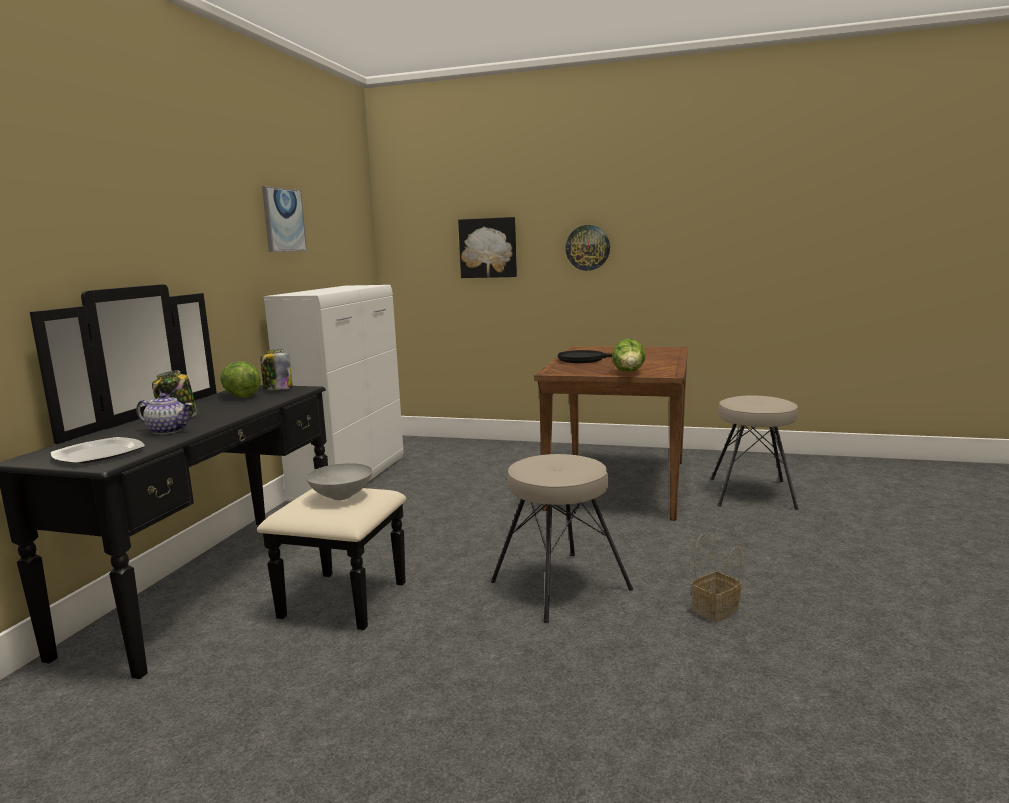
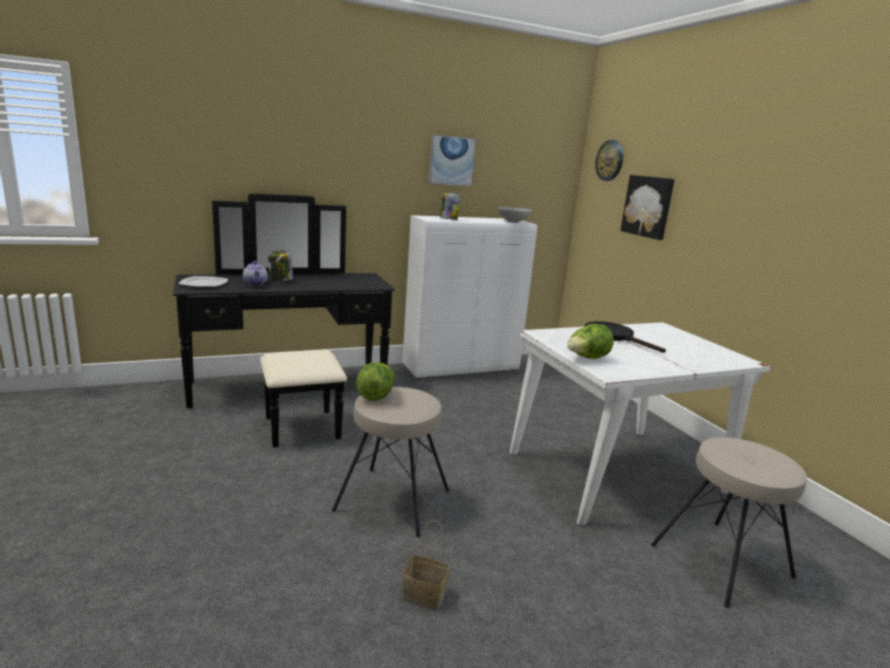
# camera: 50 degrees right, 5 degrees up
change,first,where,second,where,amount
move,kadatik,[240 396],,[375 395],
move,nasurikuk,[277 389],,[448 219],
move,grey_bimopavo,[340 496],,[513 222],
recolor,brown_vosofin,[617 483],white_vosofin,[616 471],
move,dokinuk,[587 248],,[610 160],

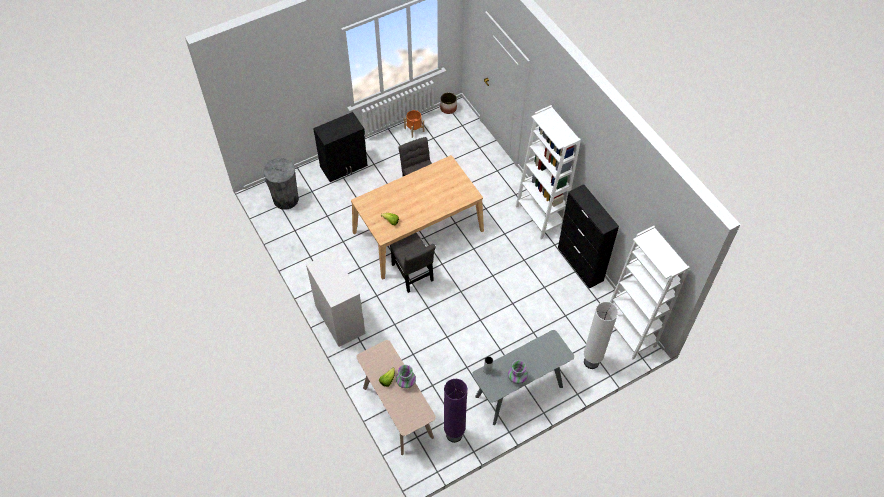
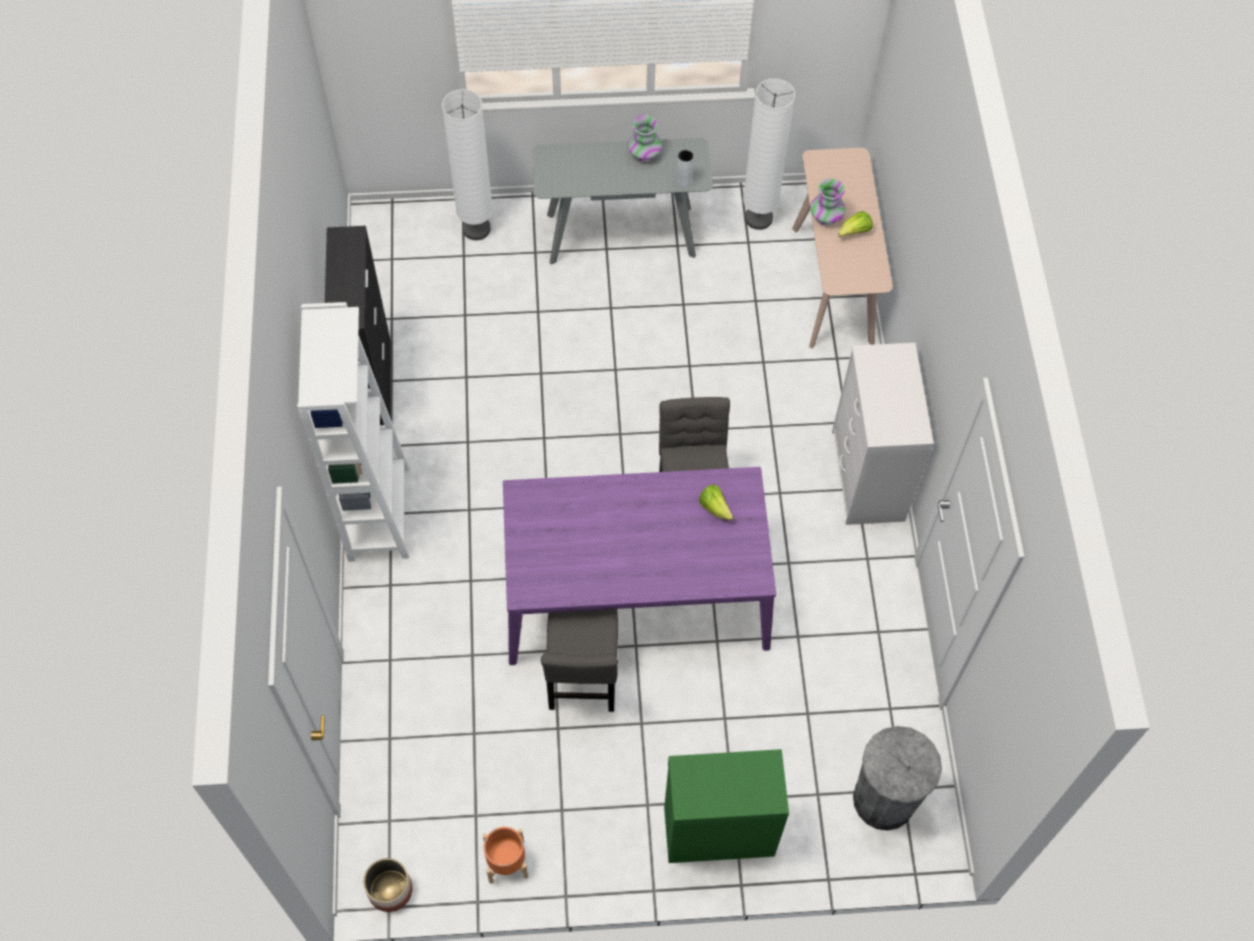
# camera: 155 degrees left, 5 degrees up
change,first,where,second,where,amount
recolor,beige_vosofin,[418 231],purple_vosofin,[635 590],
recolor,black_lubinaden,[344 166],green_lubinaden,[717 829],
recolor,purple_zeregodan,[454 435],white_zeregodan,[758 218],
delete,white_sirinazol,[629 333],,,

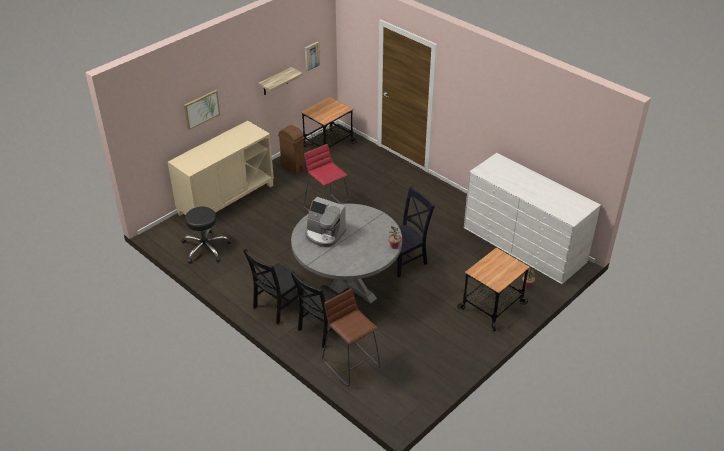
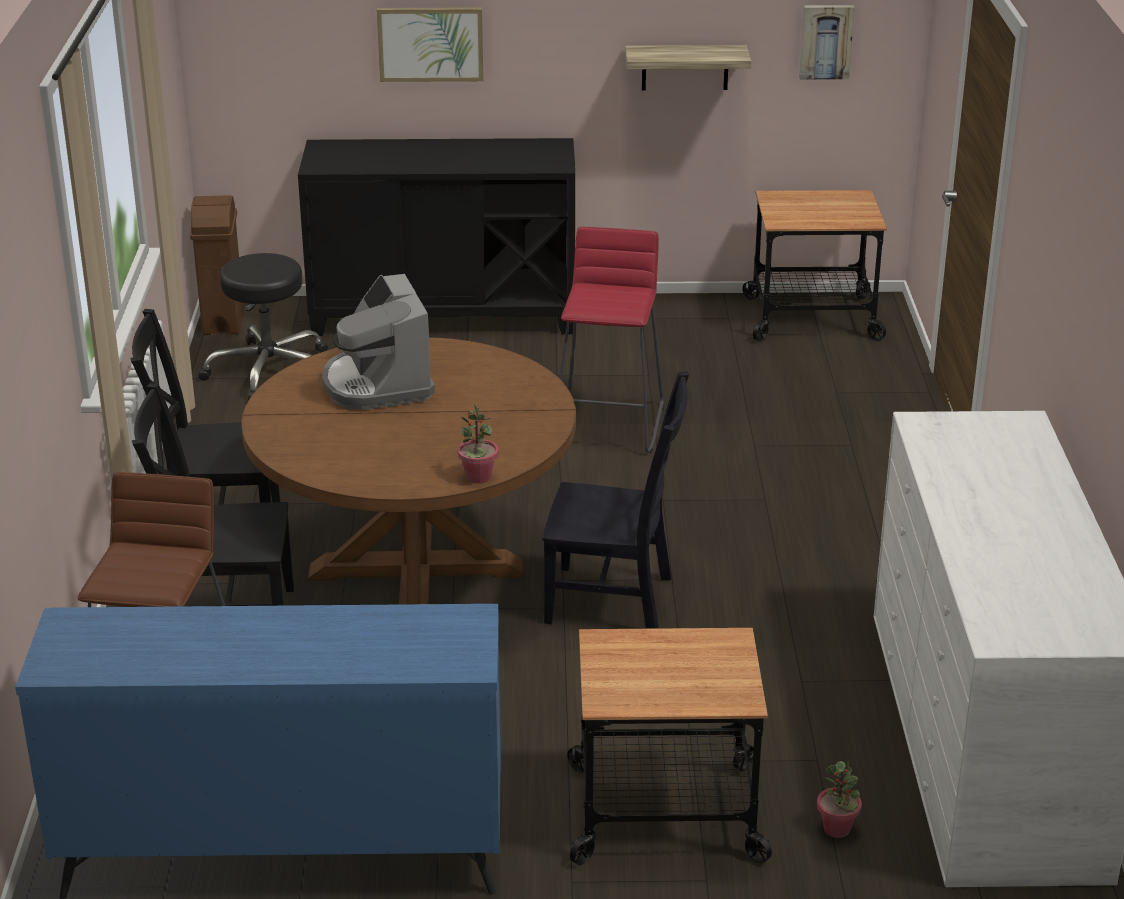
# camera: 45 degrees right, 10 degrees down
change,first,where,second,where,amount
insert,,,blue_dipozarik,[282 855],
move,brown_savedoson,[293 167],,[223 322],
recolor,grey_vosofin,[347 284],brown_vosofin,[416 571],
recolor,beige_lubinaden,[226 199],black_lubinaden,[444 315],

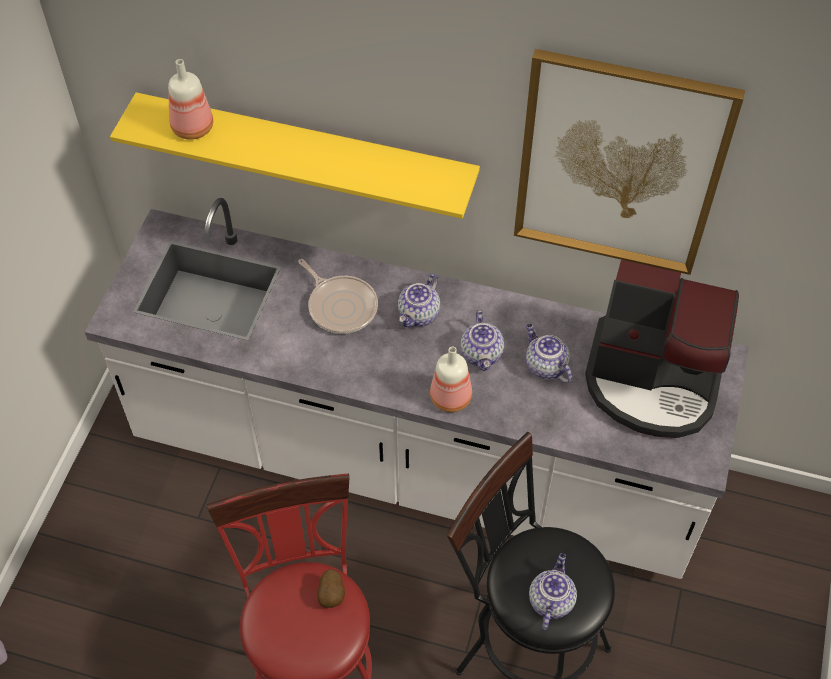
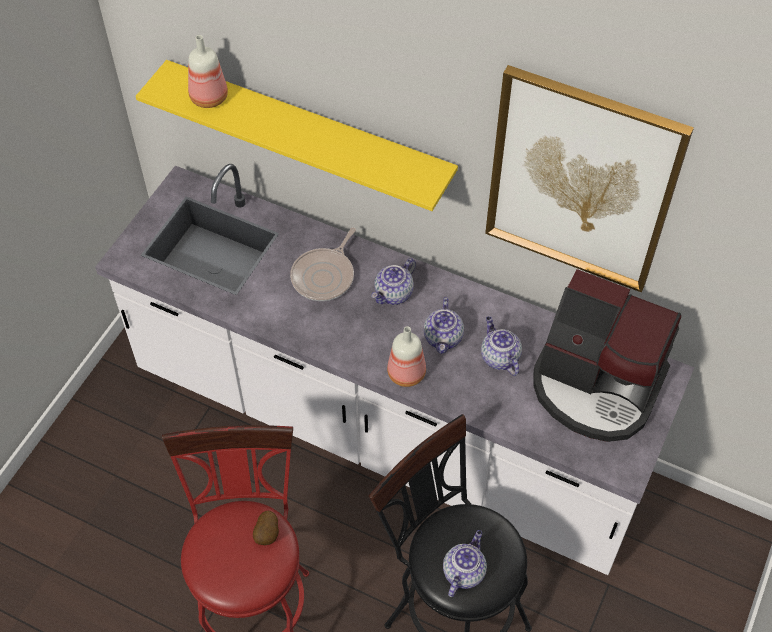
# camera: 10 degrees right, 0 degrees up
change,first,where,second,where,amount
rotate,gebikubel,[341 306],,[325 276],60 degrees clockwise

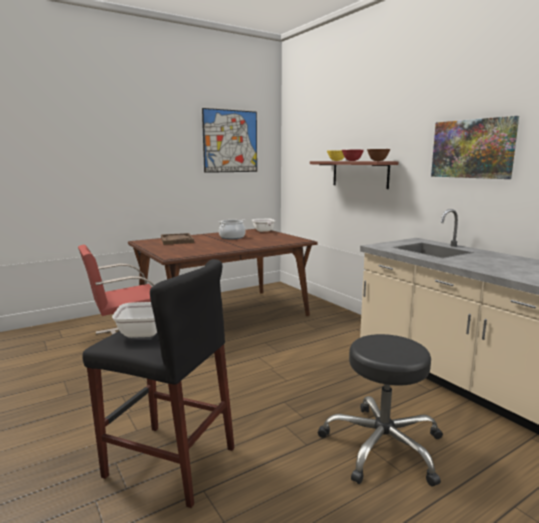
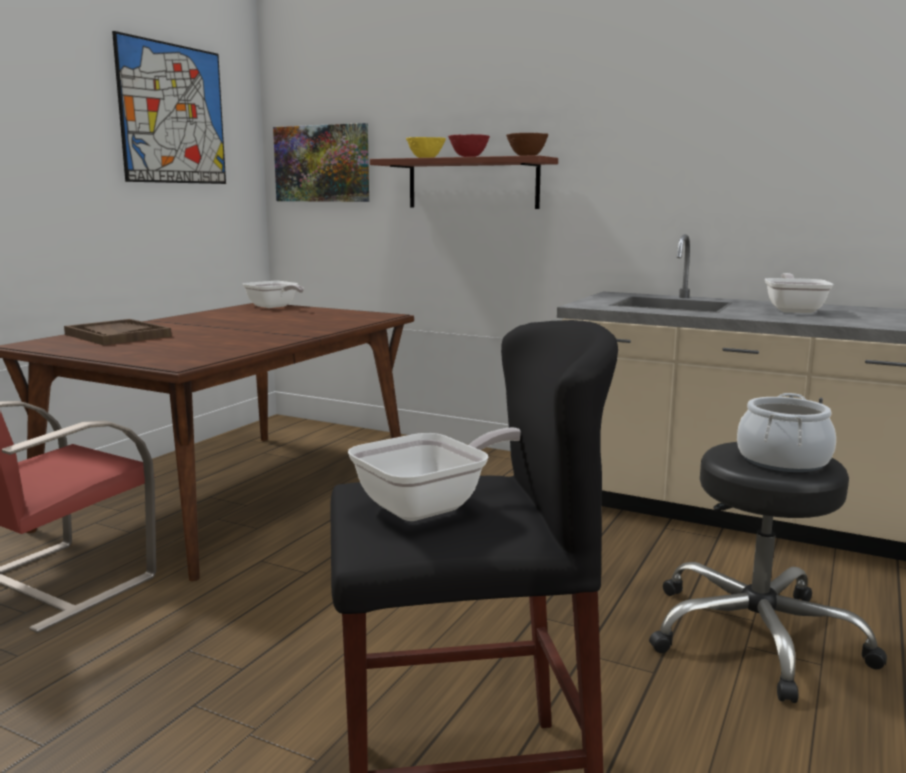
# camera: 30 degrees left, 0 degrees up
change,first,where,second,where,amount
move,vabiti,[472 149],,[322 163],
move,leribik,[232 237],,[782 461],
insert,,,gebikubel,[794 310],

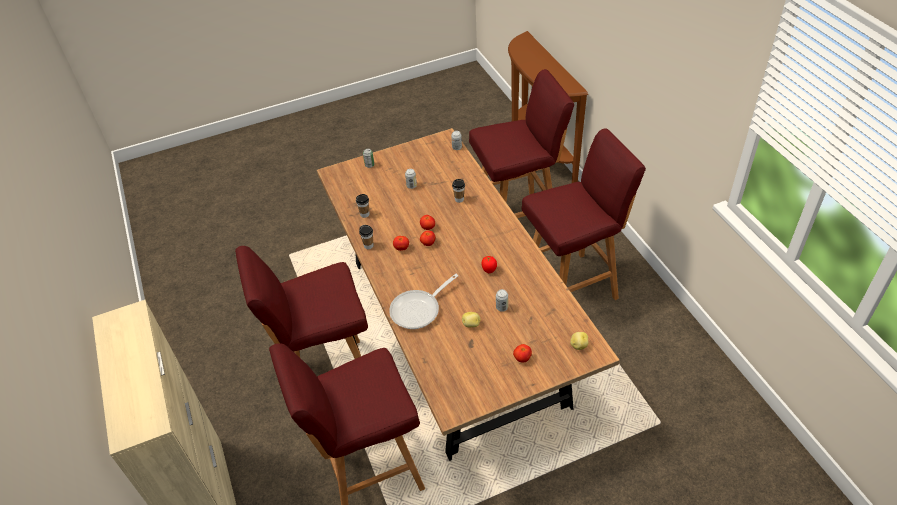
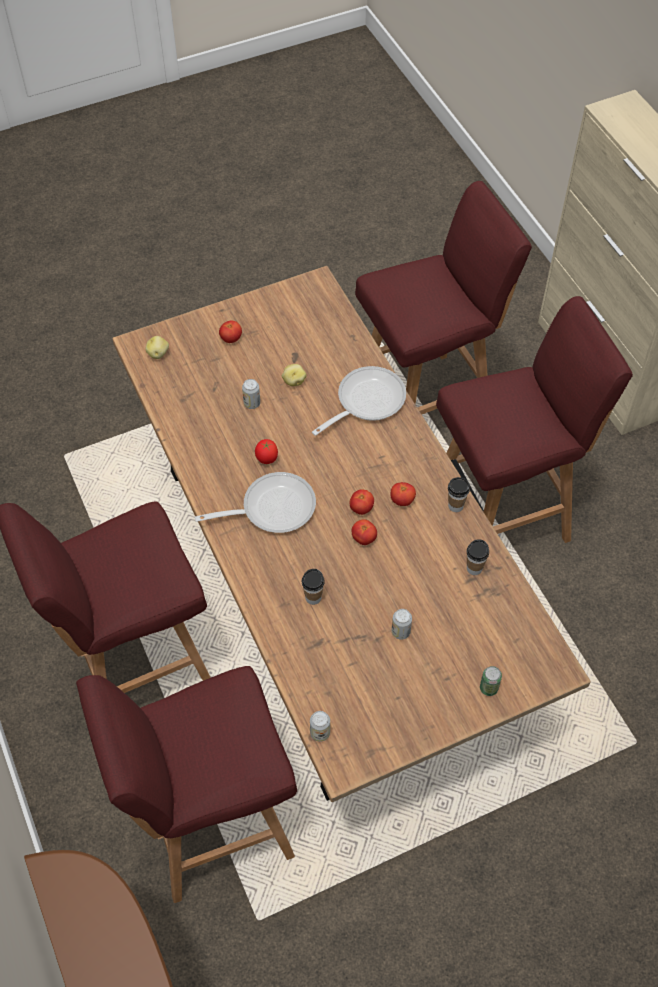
# camera: 175 degrees right, 10 degrees up
change,first,where,second,where,amount
insert,,,gebikubel,[272 508],

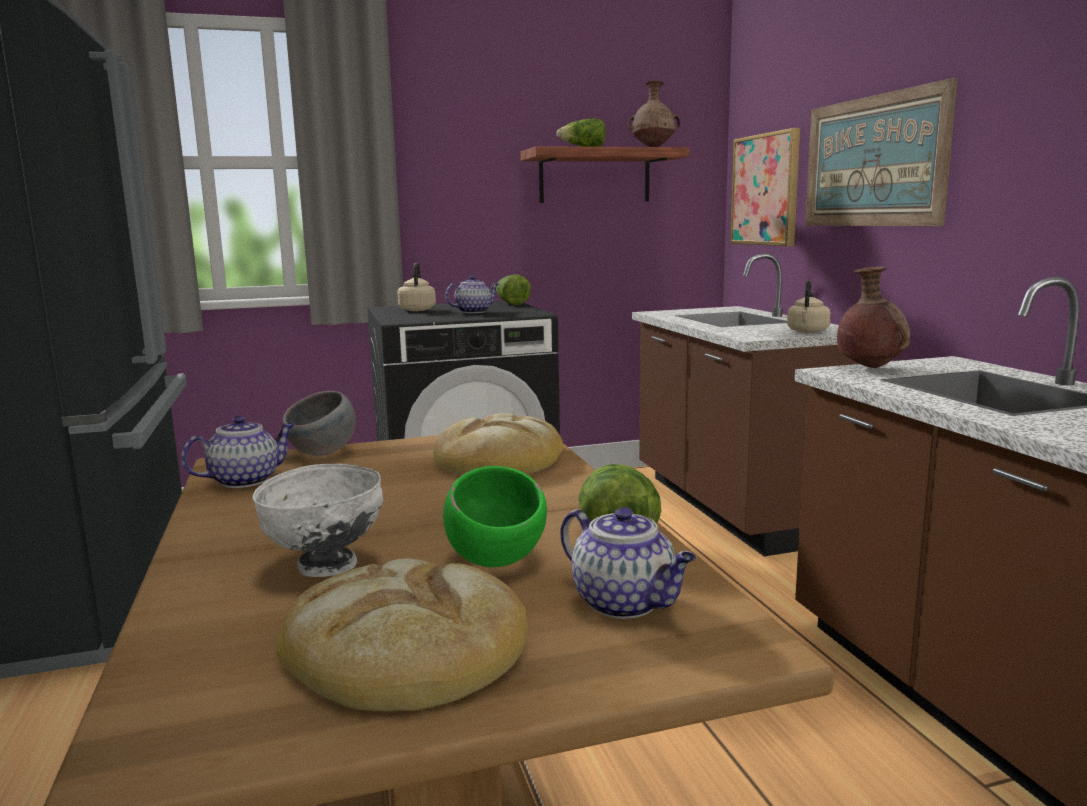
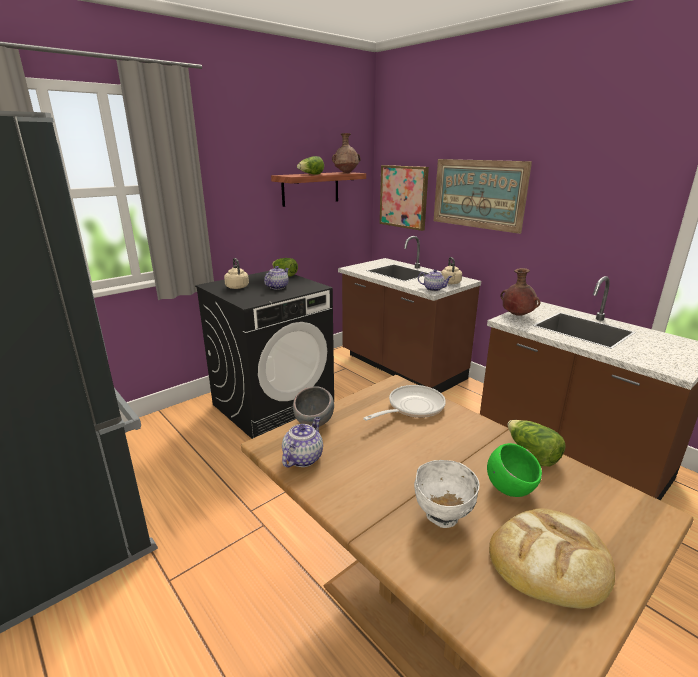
# camera: 25 degrees left, 10 degrees up
change,first,where,second,where,amount
replace,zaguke,[500 458],gebikubel,[412 407],
move,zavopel,[626 603],,[434 289],

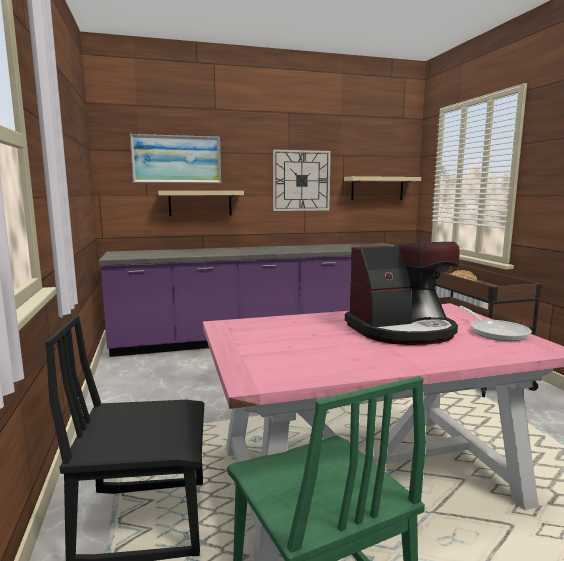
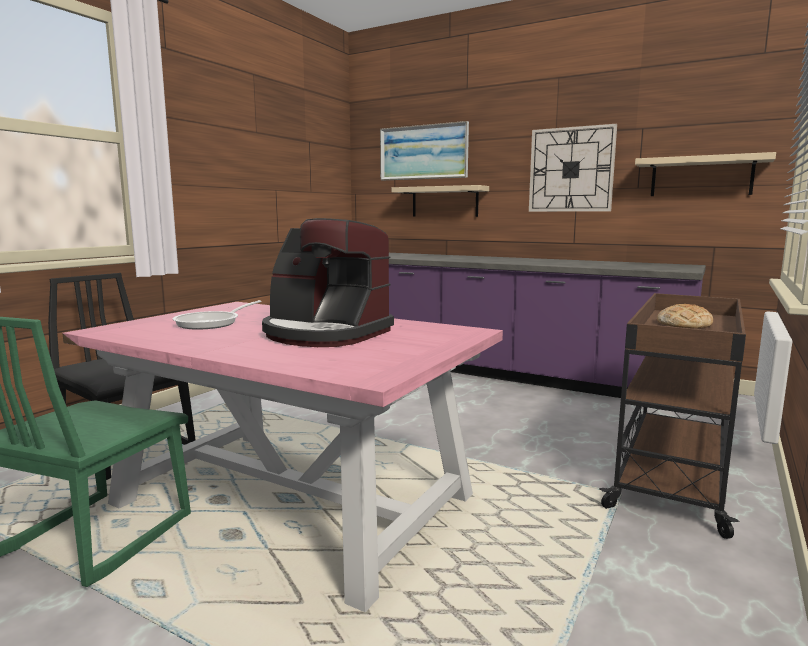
# camera: 45 degrees right, 0 degrees up
change,first,where,second,where,amount
move,gebikubel,[495 332],,[212 323],

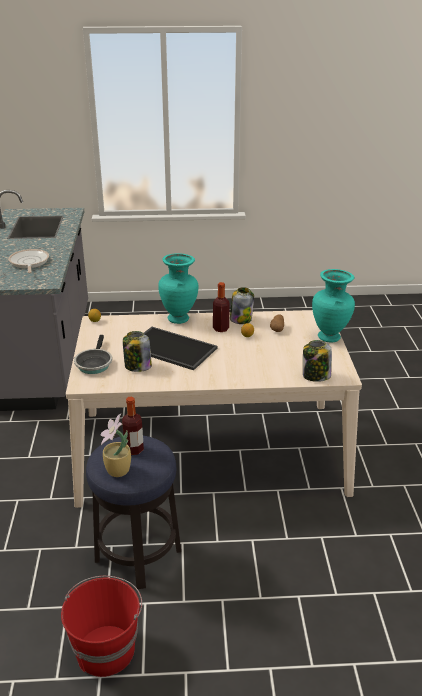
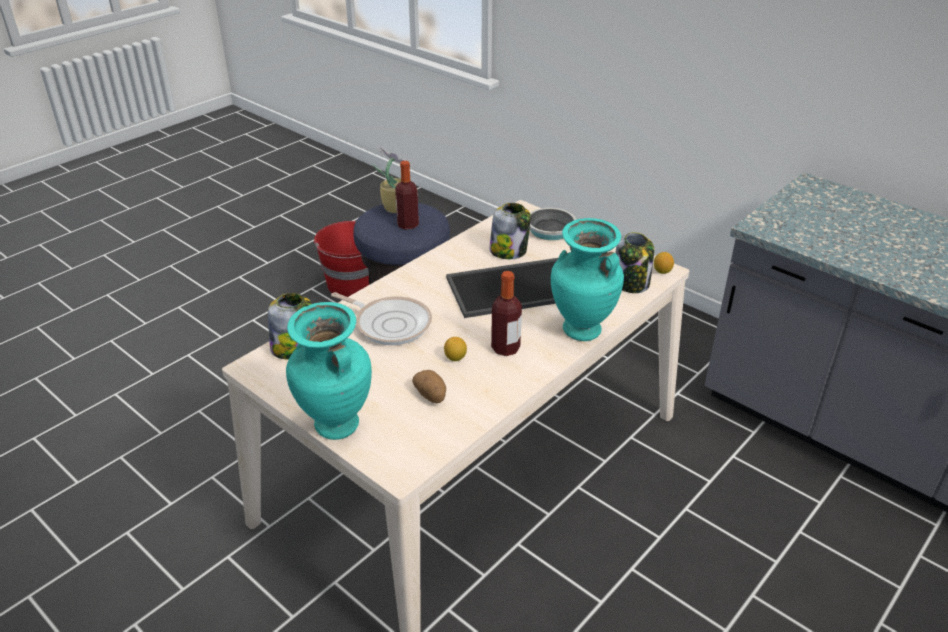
# camera: 135 degrees right, 5 degrees up
change,first,where,second,where,amount
move,gebikubel,[29 262],,[390 323],
move,nasurikuk,[241 319],,[631 283],

